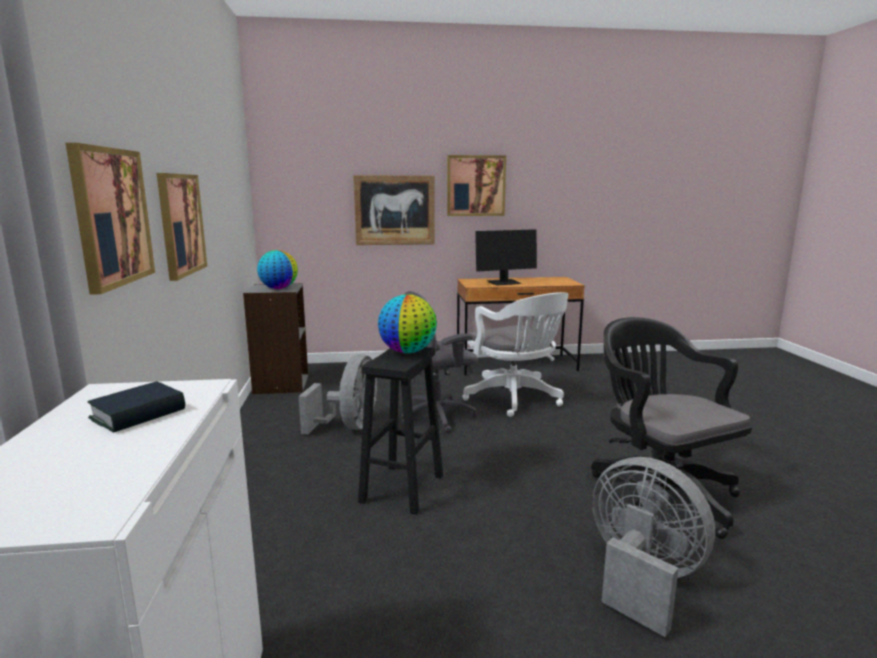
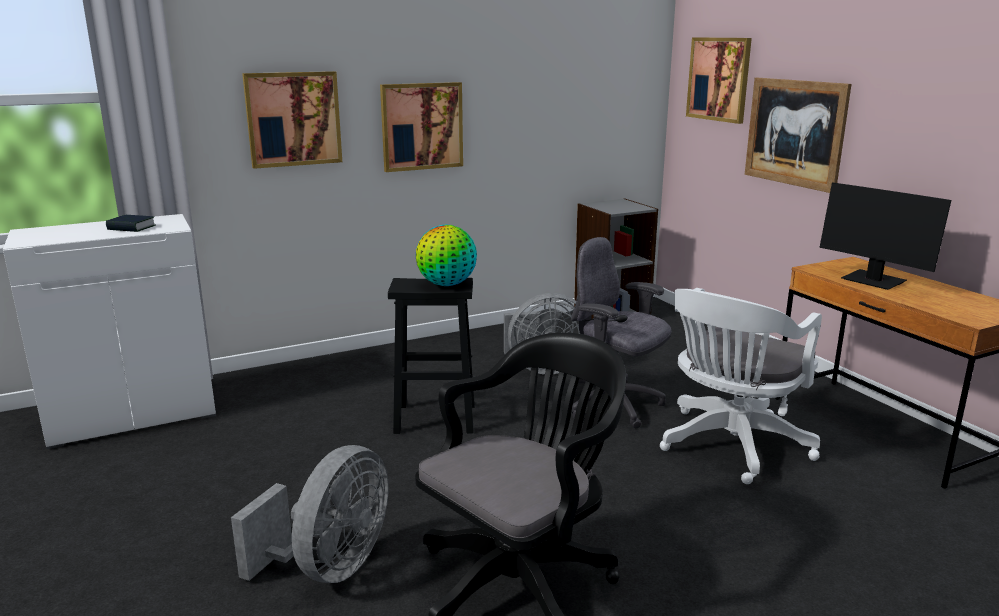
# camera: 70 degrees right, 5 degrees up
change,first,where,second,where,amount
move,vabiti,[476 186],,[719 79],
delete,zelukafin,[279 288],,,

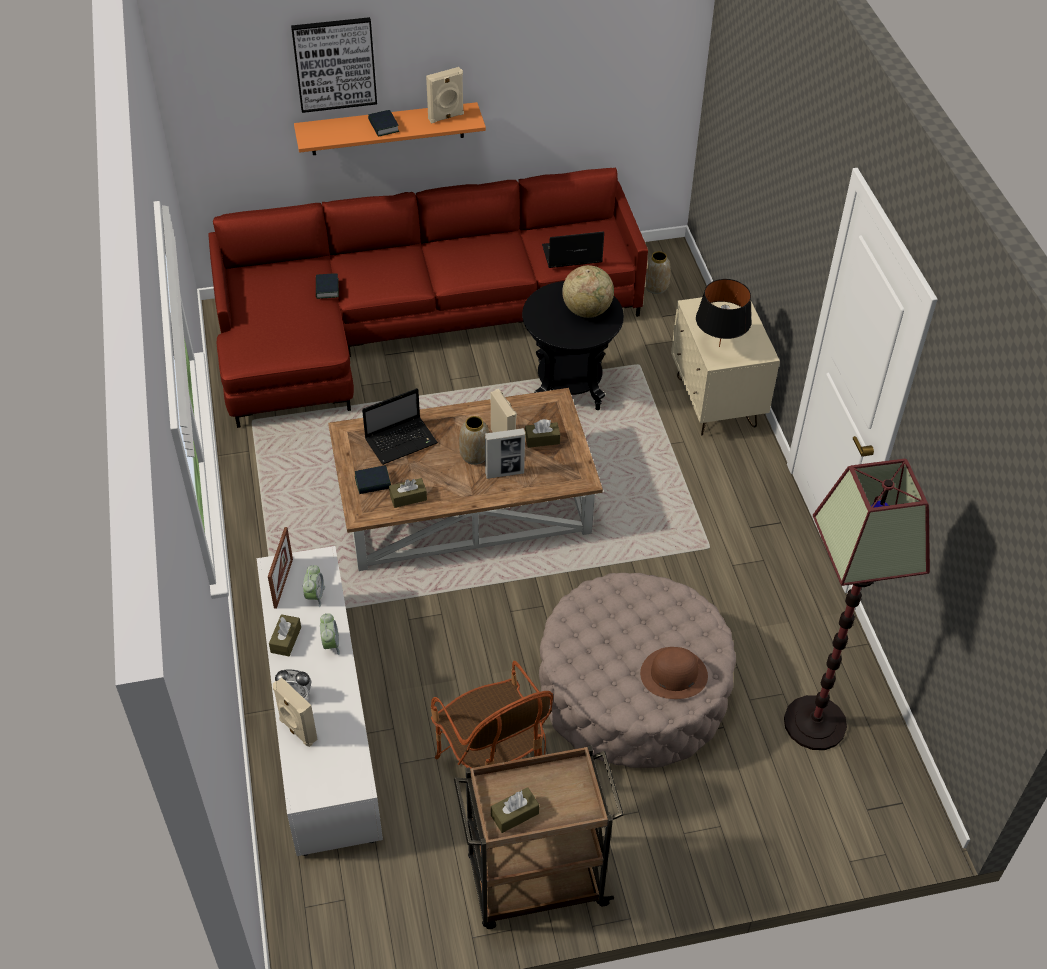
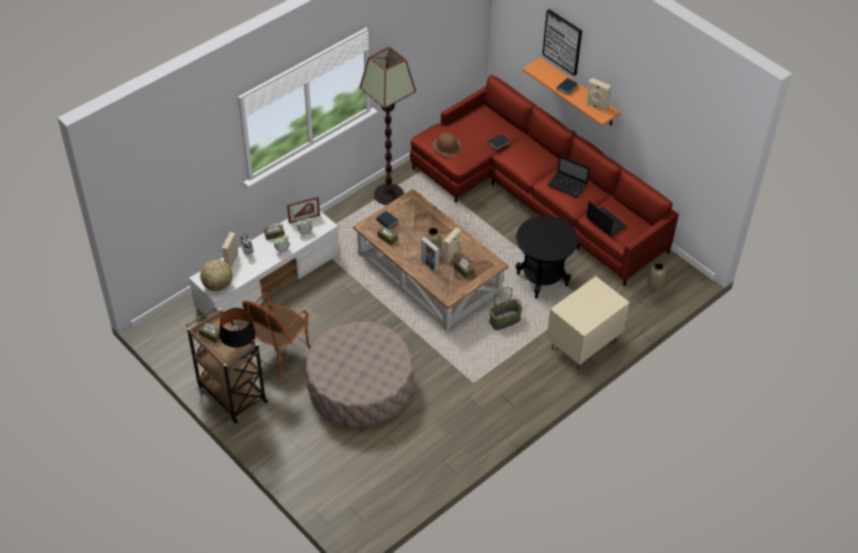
# camera: 60 degrees right, 0 degrees up
change,first,where,second,where,amount
move,zelukafin,[587 310],,[218 285],
move,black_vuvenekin,[719 346],,[239 348],
move,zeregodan,[815 723],,[388 195],
move,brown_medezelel,[673 674],,[446 146],
insert,,,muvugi,[504 321],
move,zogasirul,[402 441],,[568 185],

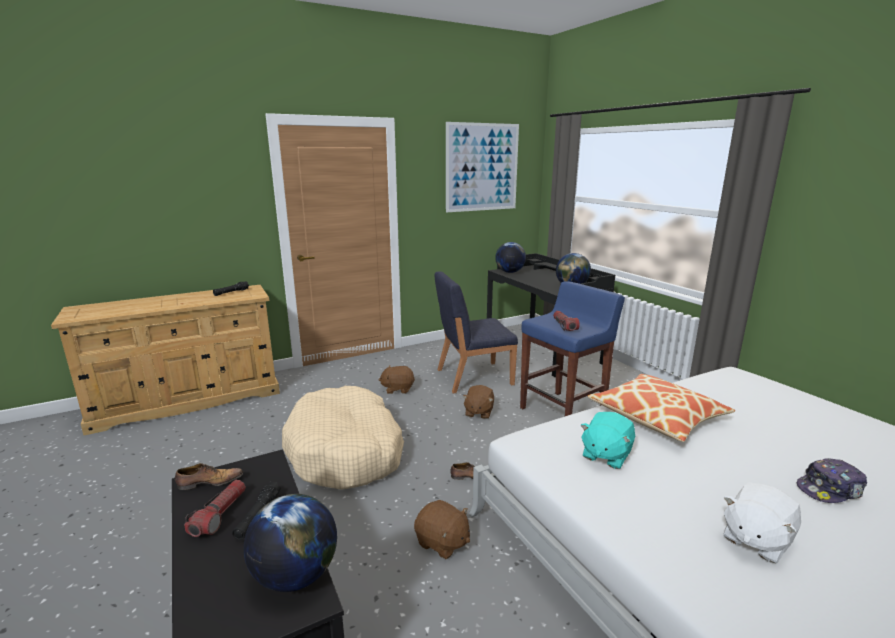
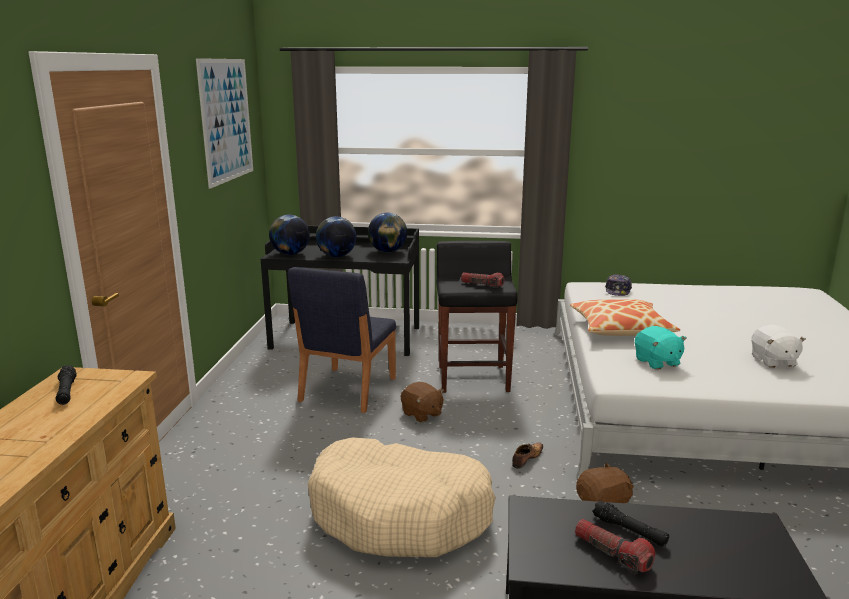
# camera: 55 degrees left, 0 degrees up
change,first,where,second,where,amount
move,zelukafin,[296 575],,[336 256],
recolor,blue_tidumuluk,[563 412],black_tidumuluk,[473 378],
move,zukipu,[829 489],,[618 291],
delete,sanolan,[209 482],,,
delete,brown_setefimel,[398 389],,,

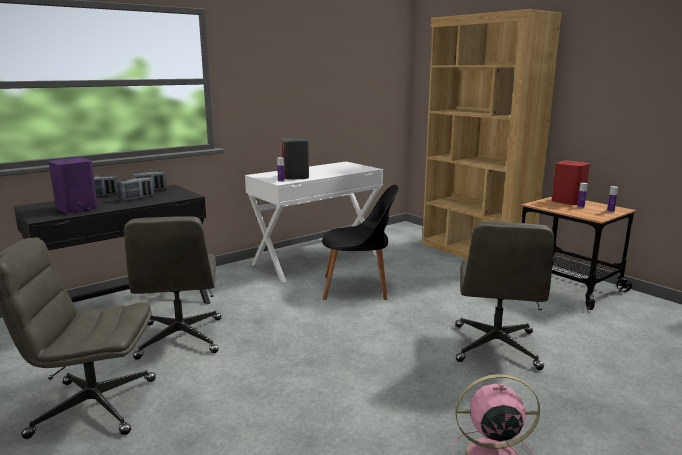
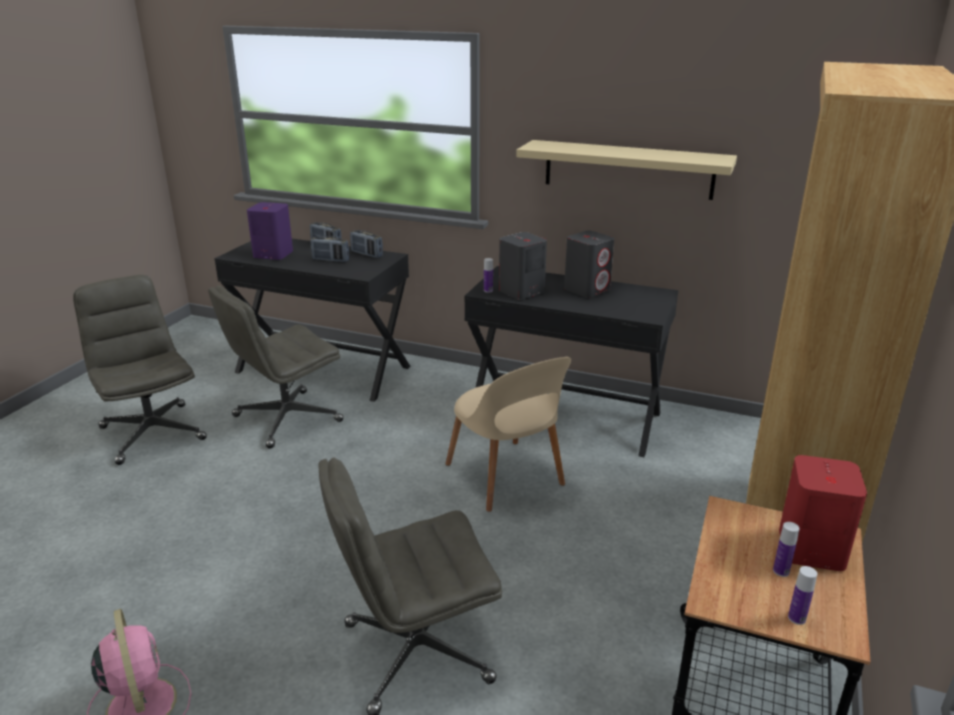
# camera: 60 degrees right, 10 degrees up
change,first,where,second,where,amount
recolor,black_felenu,[358 288],beige_felenu,[506 477],
recolor,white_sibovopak,[316 259],black_sibovopak,[565 416],
insert,,,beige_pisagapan,[628 169],
insert,,,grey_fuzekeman,[587 289],

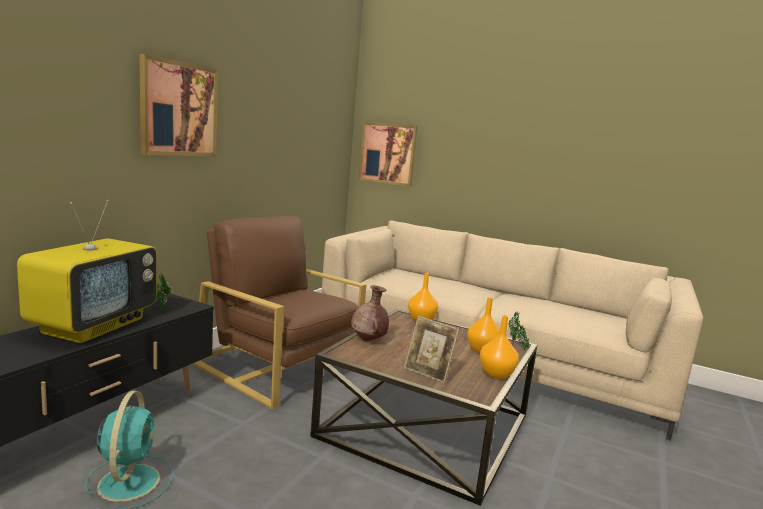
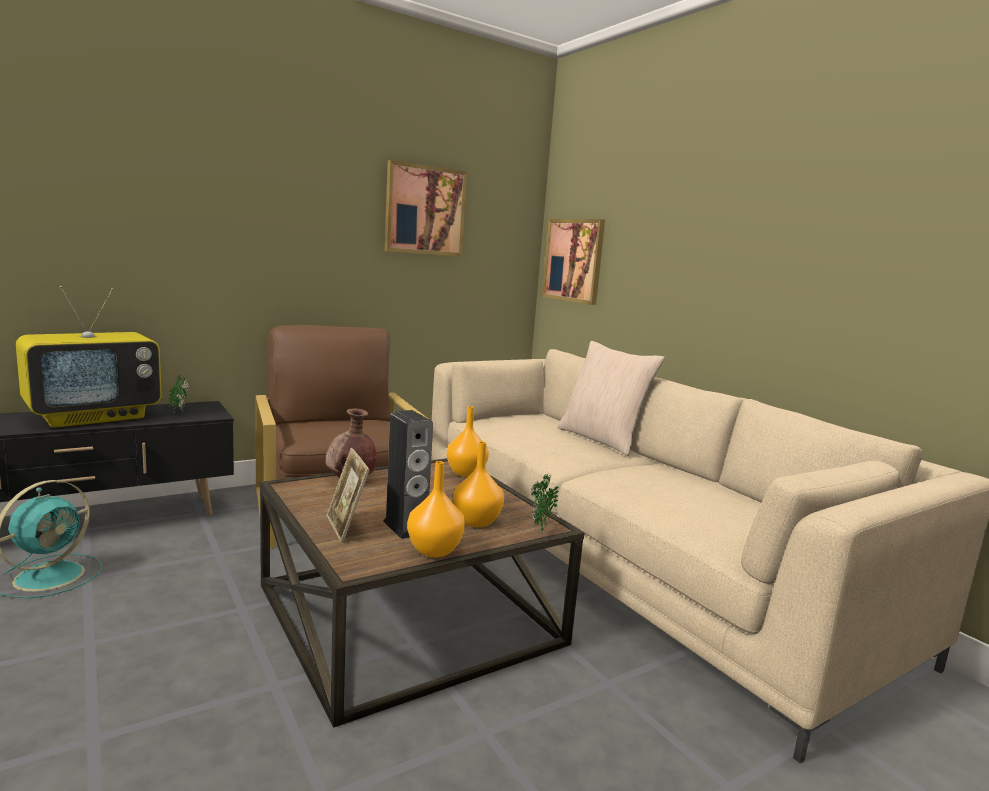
# camera: 30 degrees right, 0 degrees up
change,first,where,second,where,amount
insert,,,fuzekeman,[406 527],
move,vabiti,[179 109],,[425 210],
insert,,,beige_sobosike,[602 439],

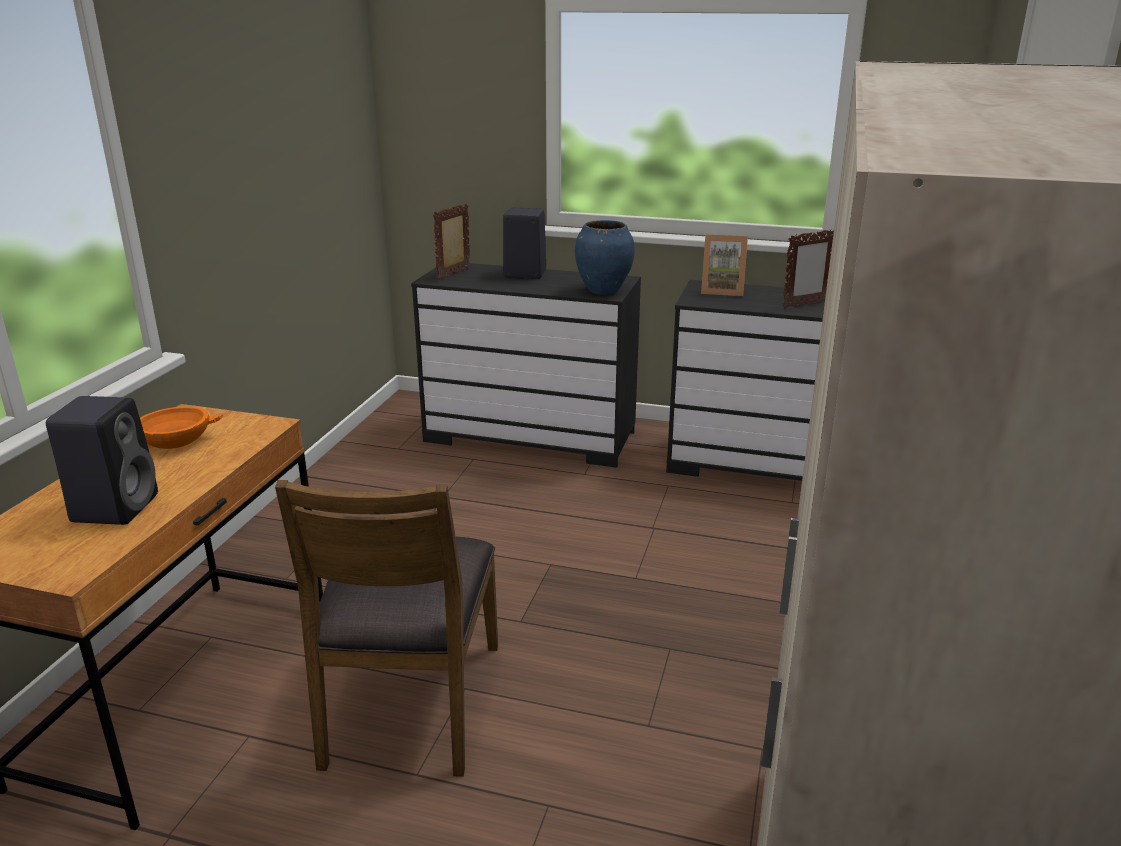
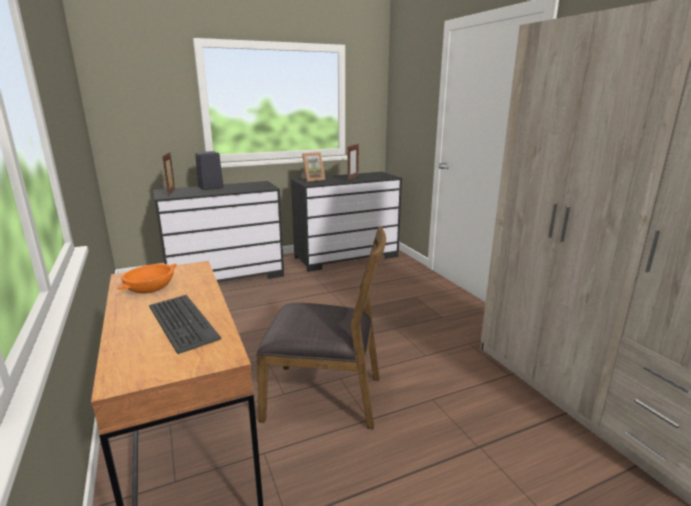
# camera: 40 degrees left, 5 degrees down
change,first,where,second,where,amount
replace,black_fuzekeman,[116 506],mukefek,[181 323],
rotate,brown_felenu,[409 703],,[324 396],45 degrees counterclockwise
delete,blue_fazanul,[602 290],,,

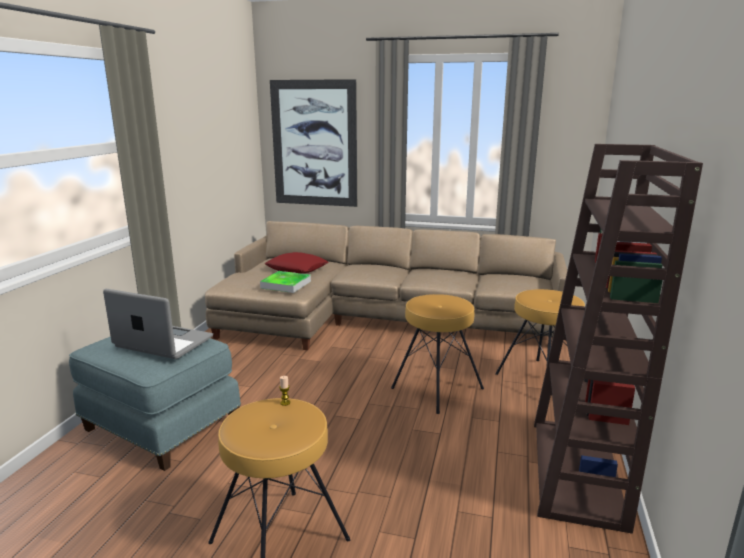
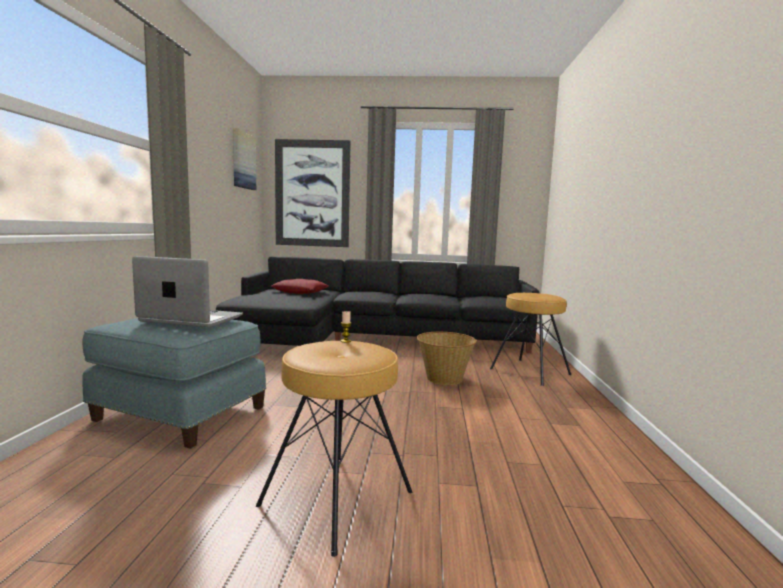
# camera: 10 degrees left, 10 degrees down
change,first,where,second,where,amount
recolor,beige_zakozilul,[375 319],black_zakozilul,[369 338],
insert,,,vabiti,[243 160],
replace,brown_tidumuluk,[436 388],muvugi,[444 379],
delete,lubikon,[286 284],,,
delete,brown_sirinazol,[578 472],,,

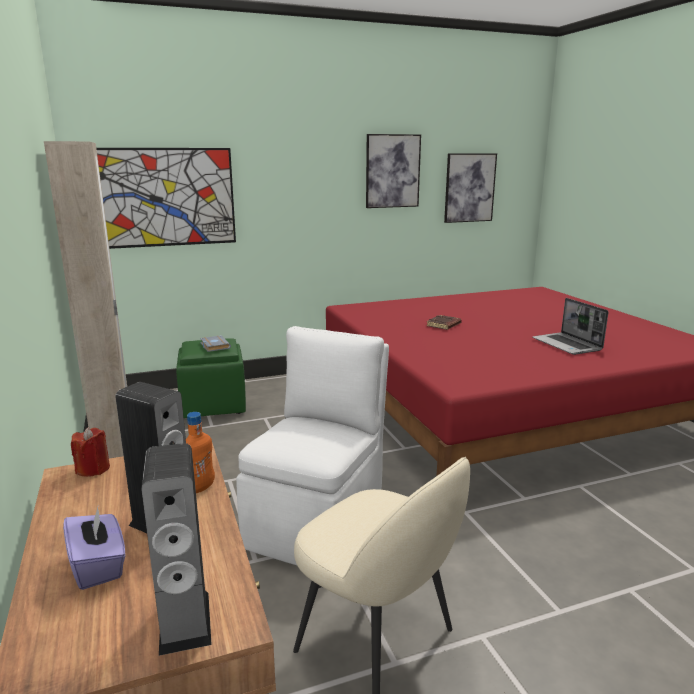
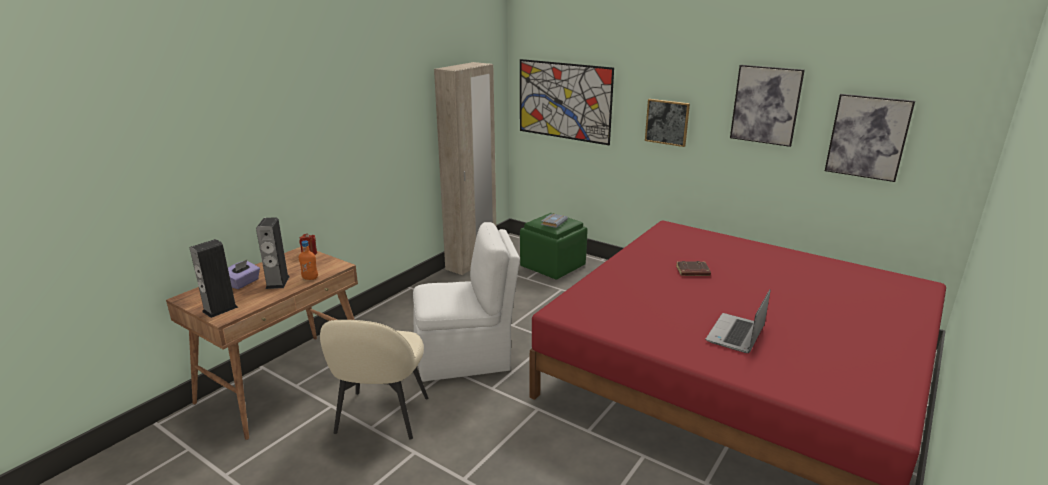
# camera: 55 degrees right, 5 degrees up
change,first,where,second,where,amount
insert,,,vabiti,[667 122],

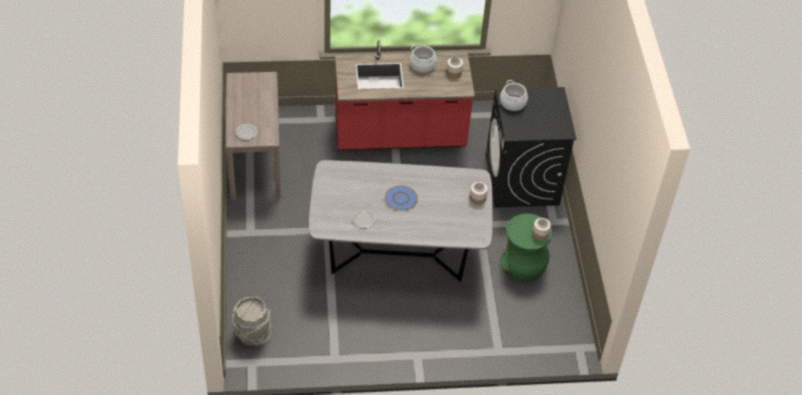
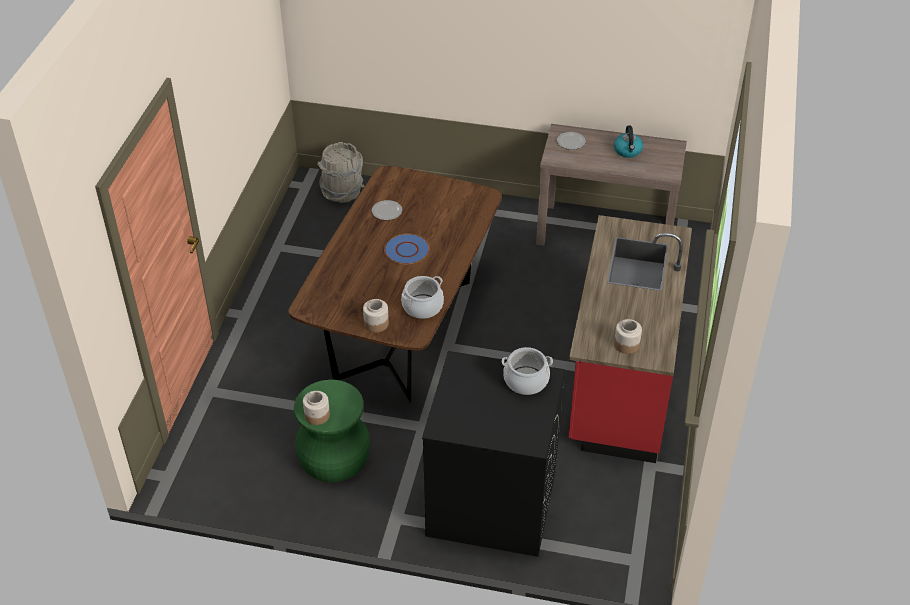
# camera: 110 degrees right, 5 degrees down
change,first,where,second,where,amount
recolor,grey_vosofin,[397 255],brown_vosofin,[403 330],
move,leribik,[422 65],,[422 306],
insert,,,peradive,[628 151],

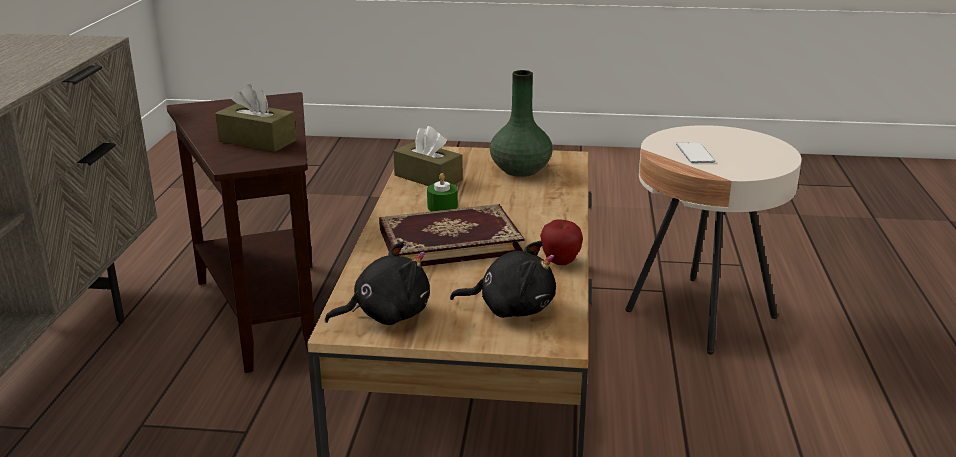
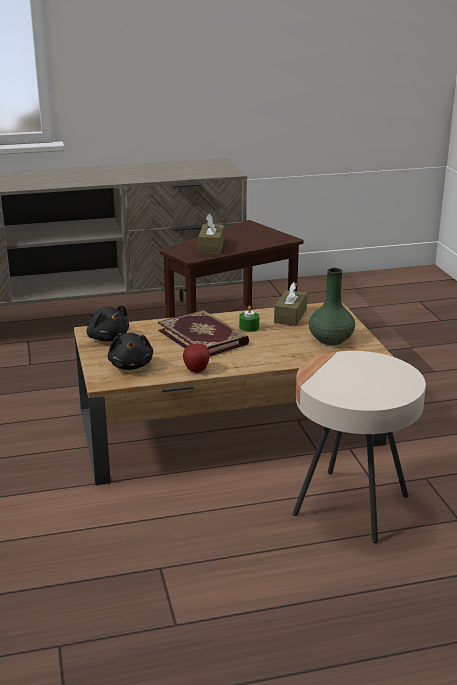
# camera: 70 degrees right, 0 degrees up
change,first,where,second,where,amount
delete,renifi,[695 153],,,

